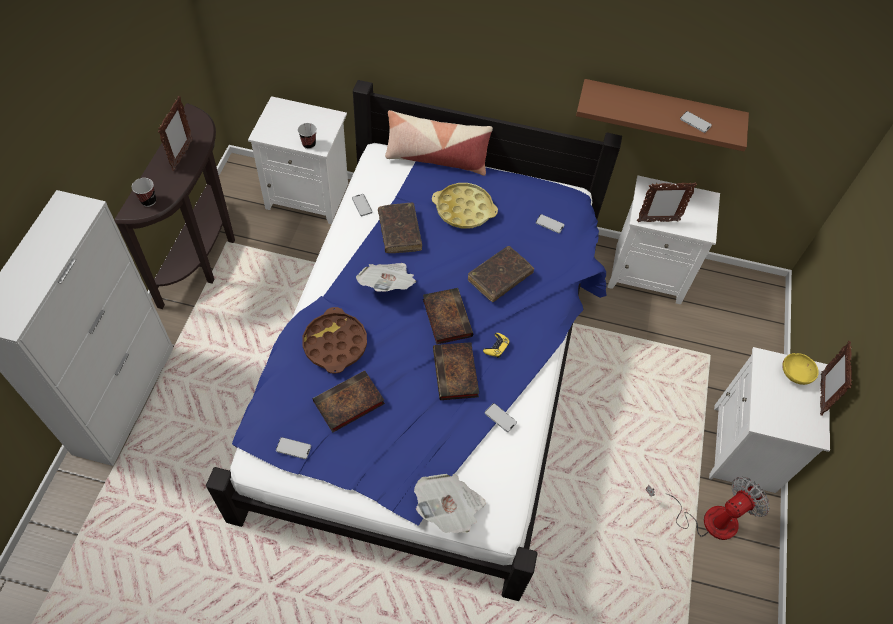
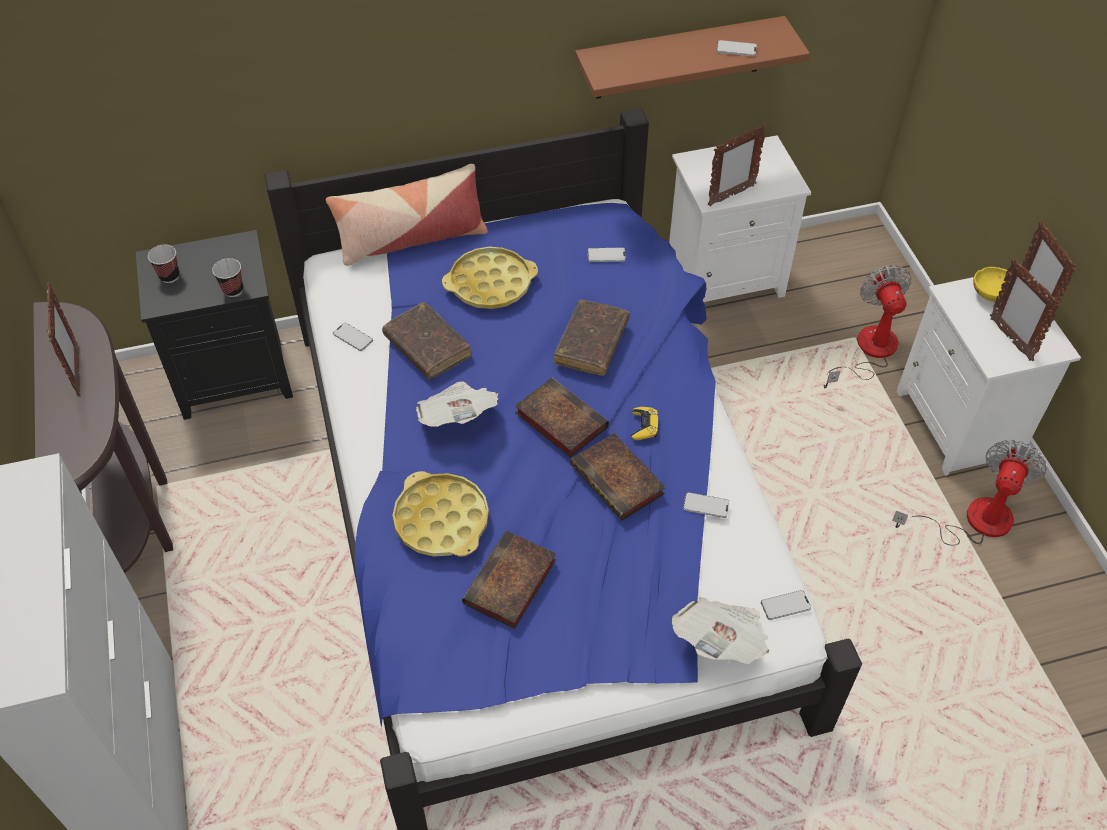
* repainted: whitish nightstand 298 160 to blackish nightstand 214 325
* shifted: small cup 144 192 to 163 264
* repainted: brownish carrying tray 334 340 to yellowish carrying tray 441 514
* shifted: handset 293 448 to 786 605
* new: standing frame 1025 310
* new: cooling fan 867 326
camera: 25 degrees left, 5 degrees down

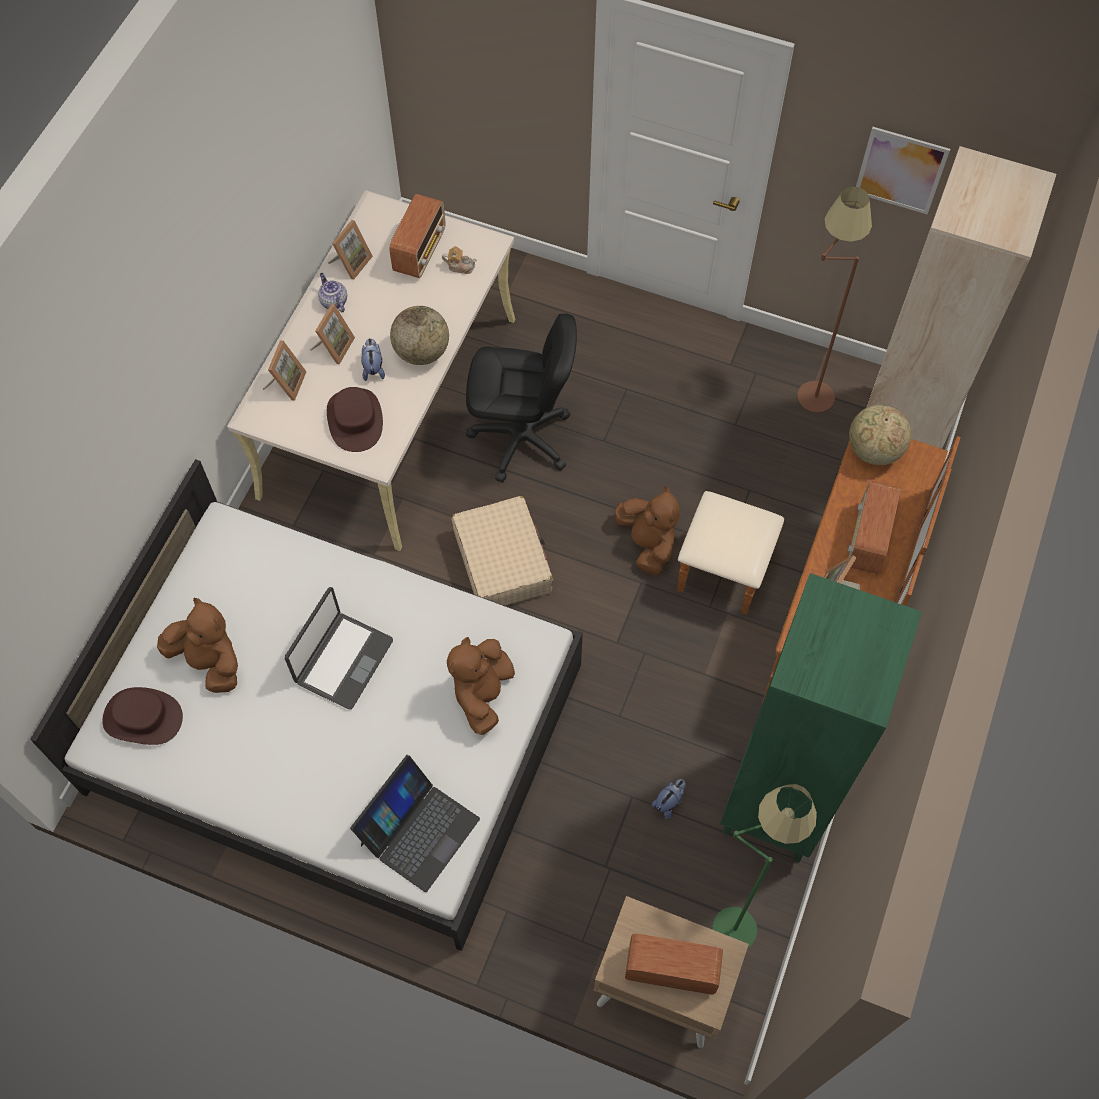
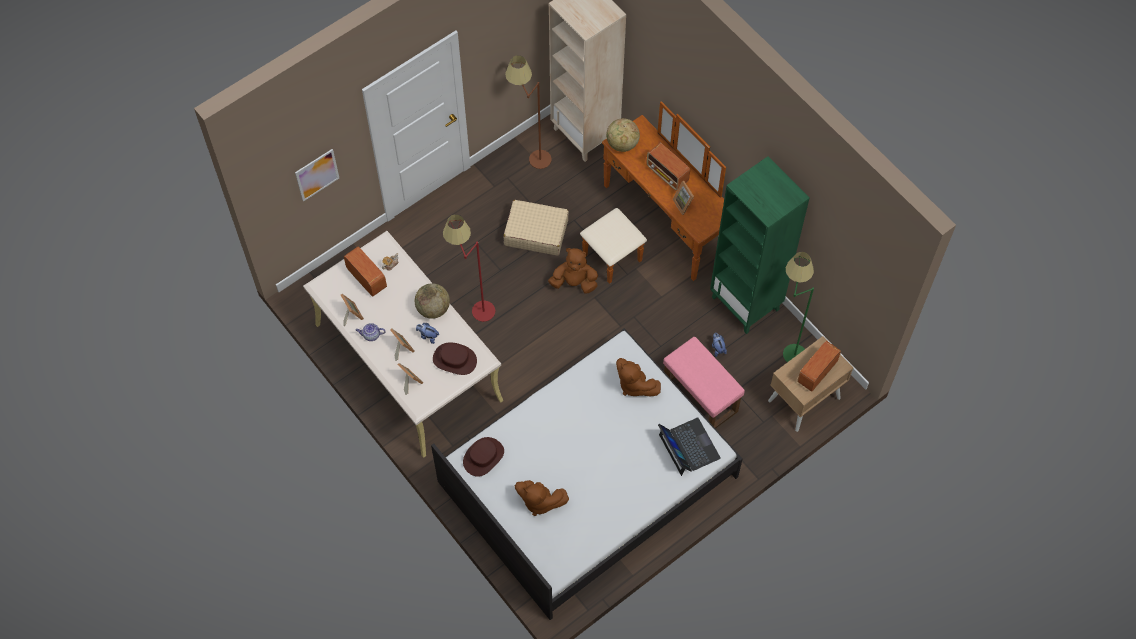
* shifted: wall art 903 170 to 317 175
* swapped: blackish office chair 521 398 to red-coloured standing lamp 469 268
* shifted: beige piece of luggage 502 551 to 536 228
* gone: notebook computer 339 648
* rotated: brownish soft toy 197 645 = 542 498 135 degrees counterclockwise
* shifted: brownish wearable hat 142 716 to 483 457
* new: pinkish pouffe 704 383
camera: 60 degrees left, 0 degrees up

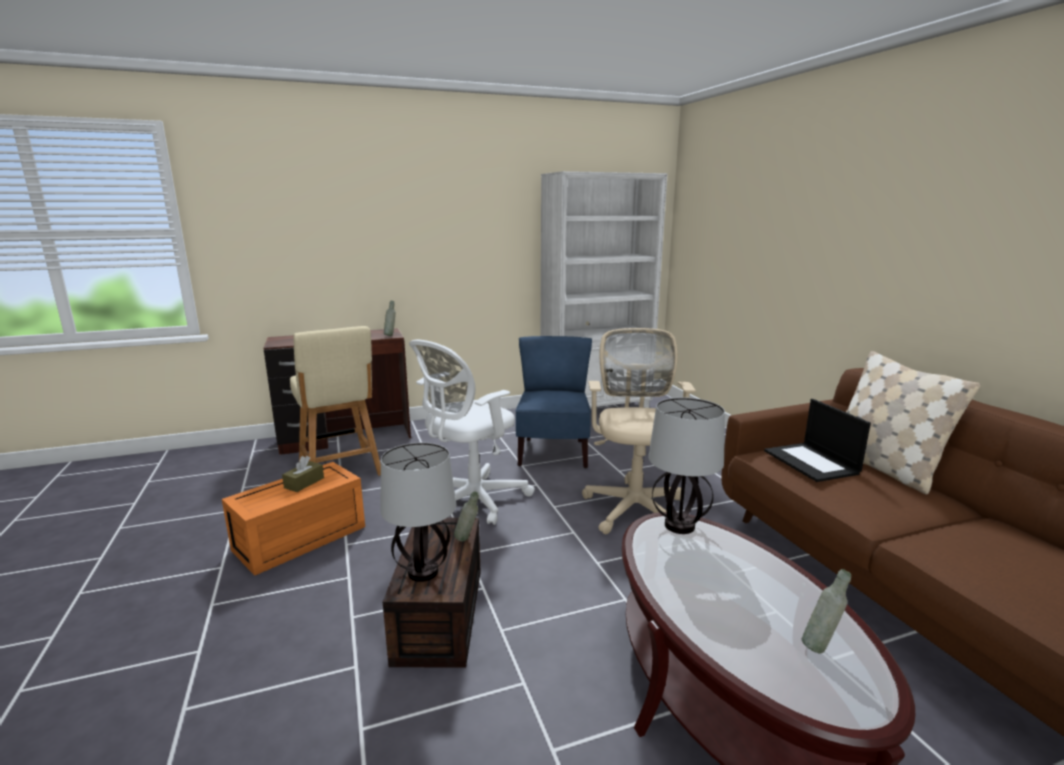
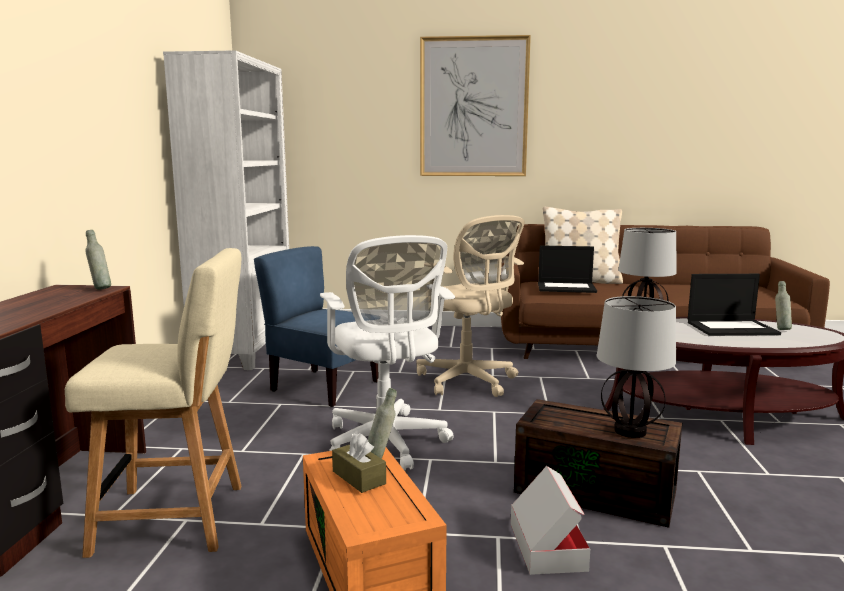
* rotated: beige office chair 639 431 = 470 306 150 degrees counterclockwise
* shifted: grey drink bottle 466 516 to 382 423
* new: wall art 475 105
* new: notebook computer 734 305
* new: carton 550 520
camera: 65 degrees left, 5 degrees down

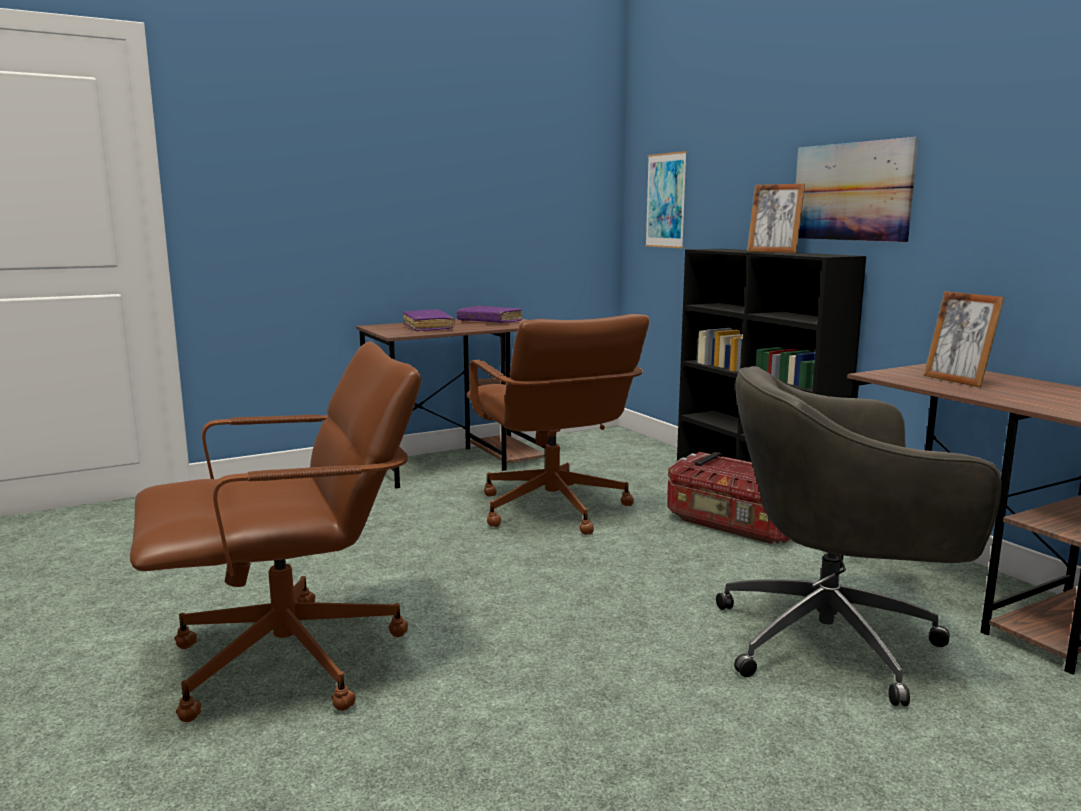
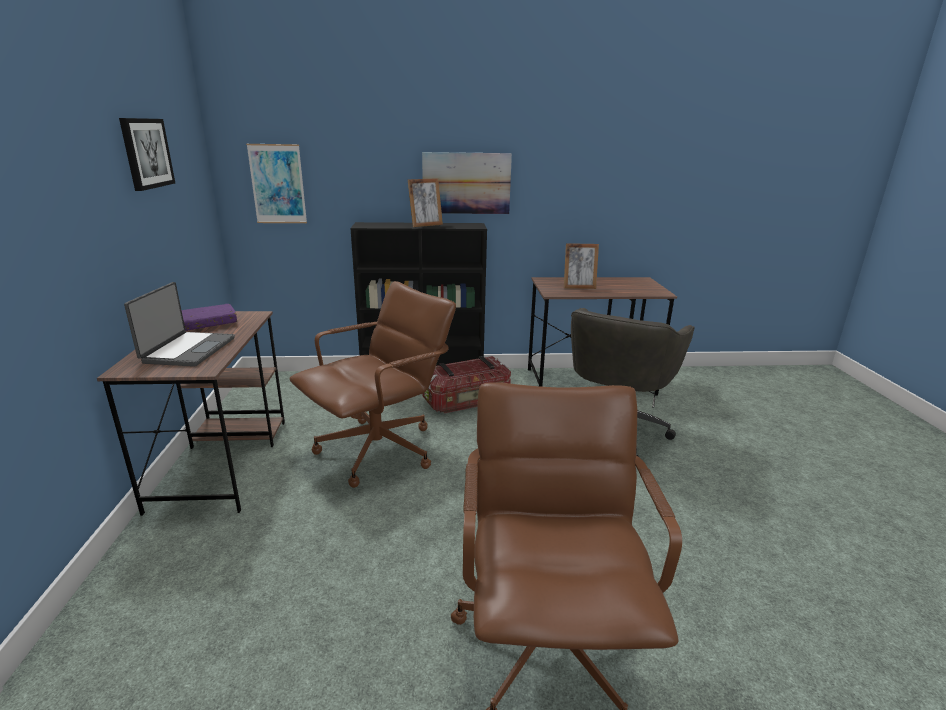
* swapped: purplish bound book 429 320 to notebook computer 179 324
* rotated: brownish office chair 558 424 = 373 384 45 degrees counterclockwise
* new: wall art 147 154
camera: 65 degrees left, 10 degrees up

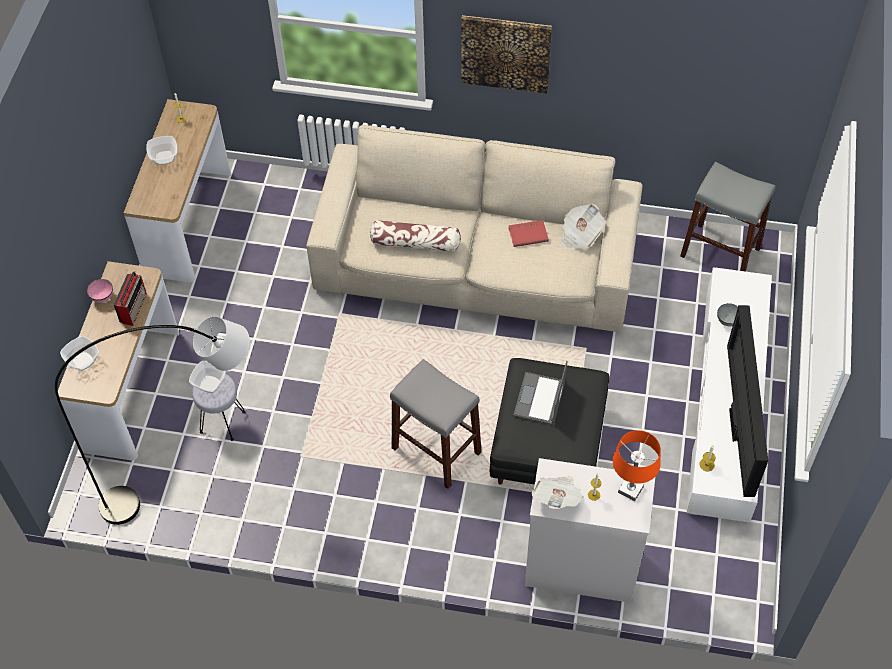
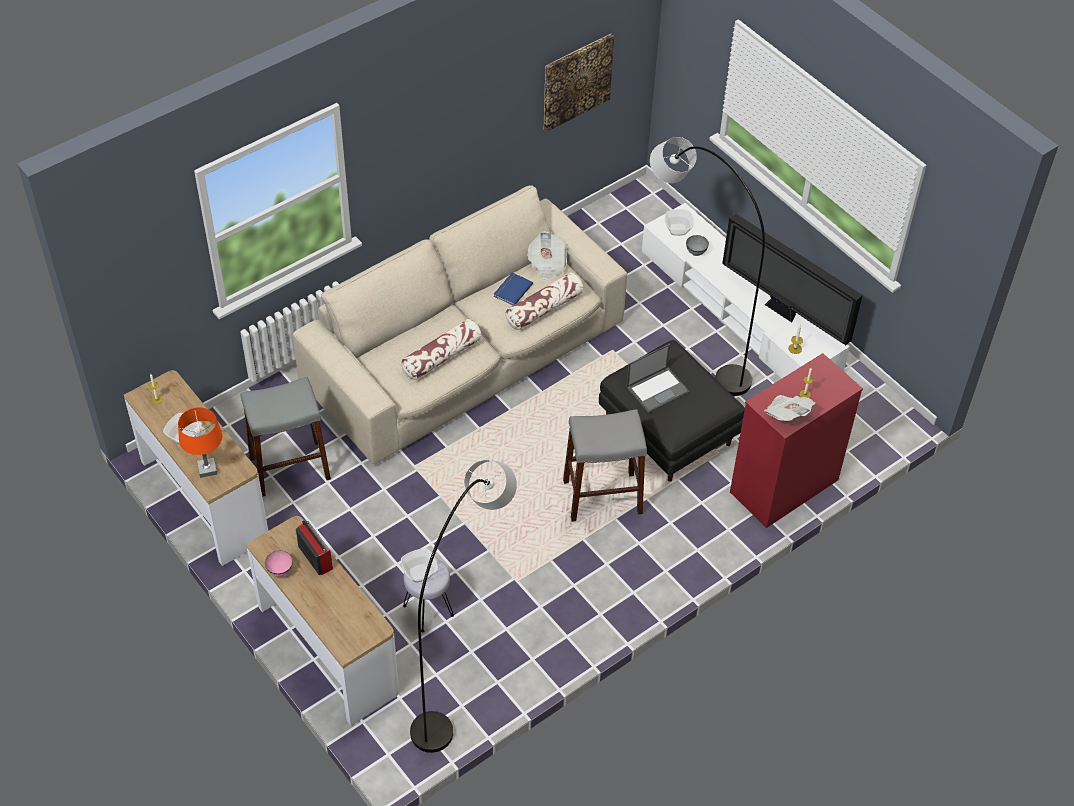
* shifted: wall art 506 54 to 579 83
* shifted: grey sitting stool 728 217 to 286 437
* repainted: red-coloured bound book 529 233 to blue-coloured bound book 513 289
* shifted: bowl 79 353 to 679 222
* rotated: notebook computer 540 393 = 657 378 90 degrees counterclockwise
* shifted: orange tabletop lamp 637 465 to 200 442
* repainted: whitish chest of drawers 590 530 to red-coloured chest of drawers 796 440
* new: grey standing lamp 707 266
* new: cushion 544 301
camera: 50 degrees left, 5 degrees down

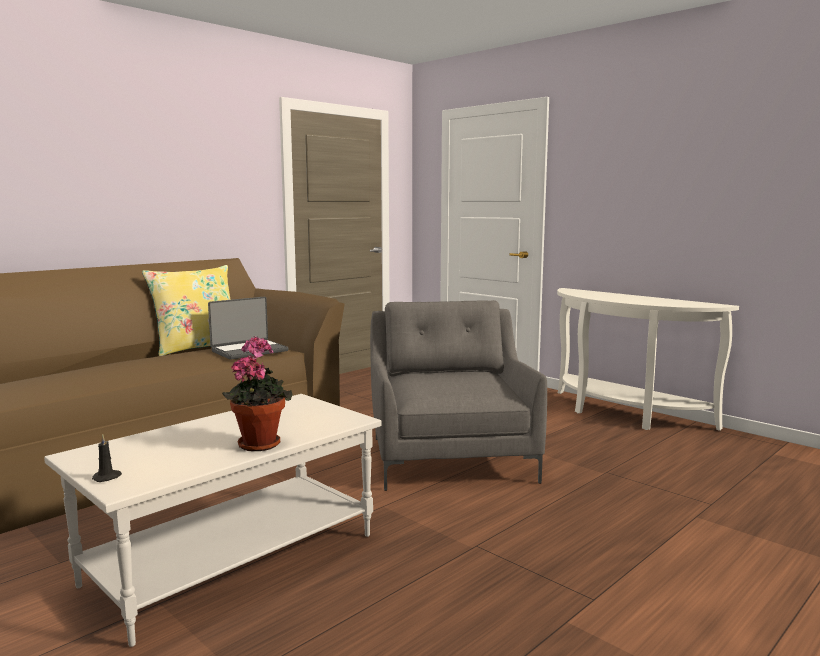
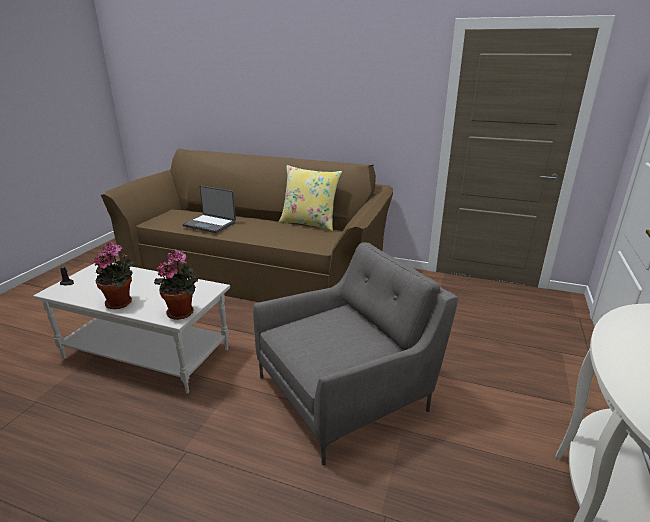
* shifted: notebook computer 248 328 to 209 209
* new: houseplant 176 285
camera: 65 degrees right, 15 degrees up

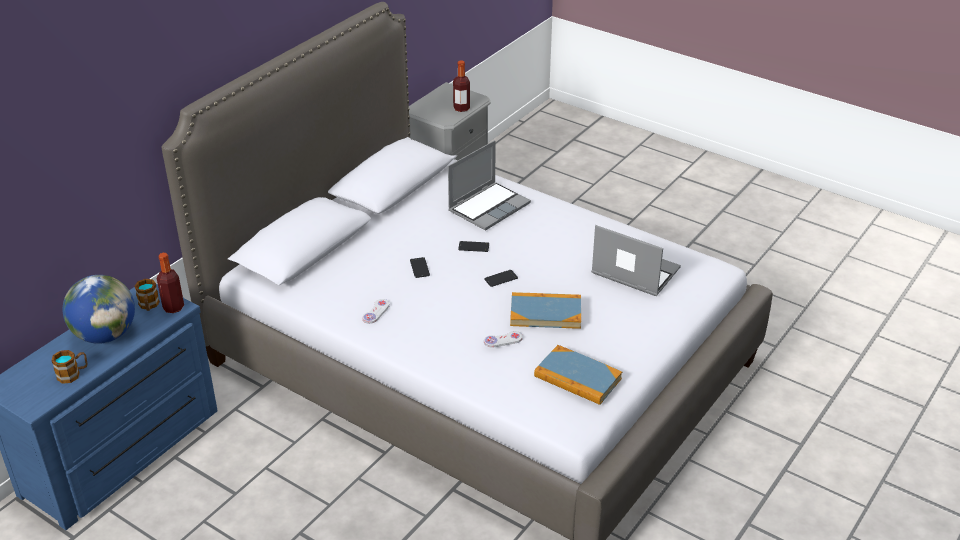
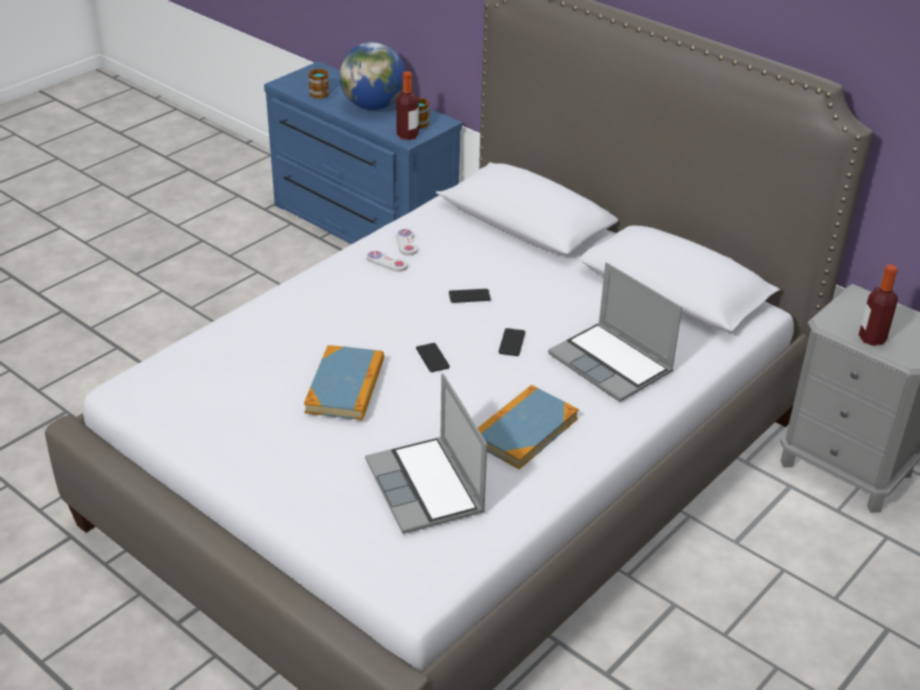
* rotated: notebook computer 636 260 = 426 453 120 degrees clockwise
* shifted: whitish gamepad 503 339 to 407 242
* shifted: bound book 578 375 to 528 427
camera: 95 degrees right, 0 degrees up

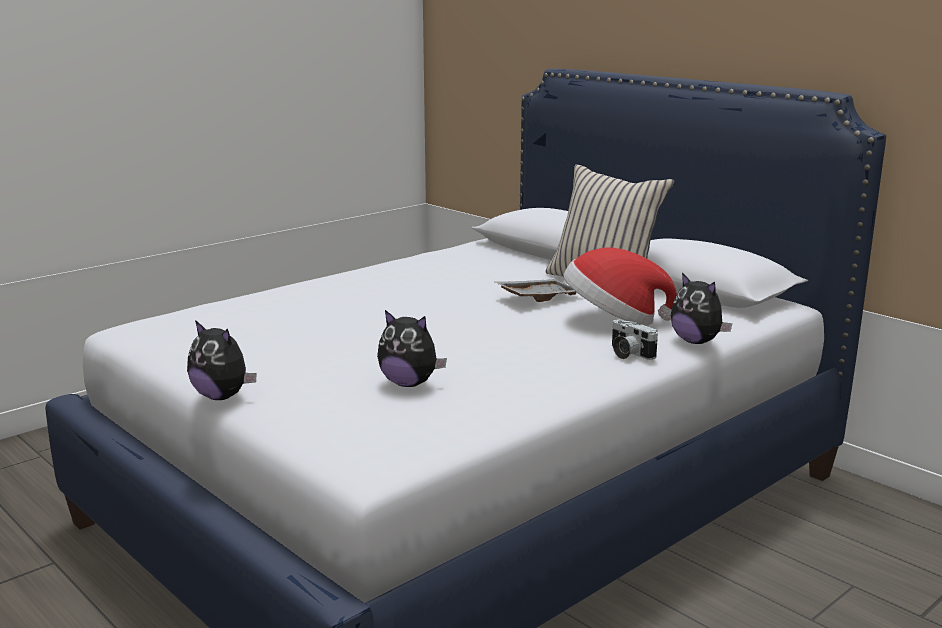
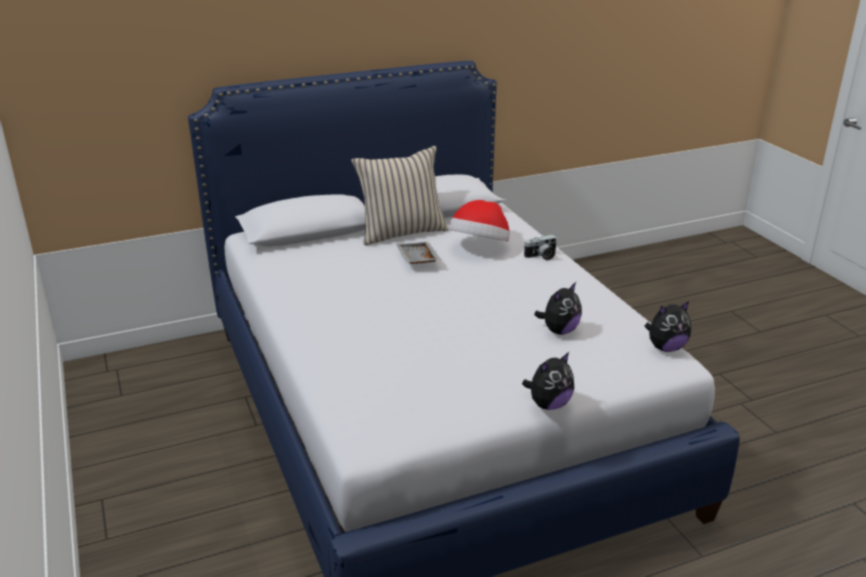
* shifted: soft toy 702 308 to 667 326
camera: 70 degrees left, 10 degrees up

